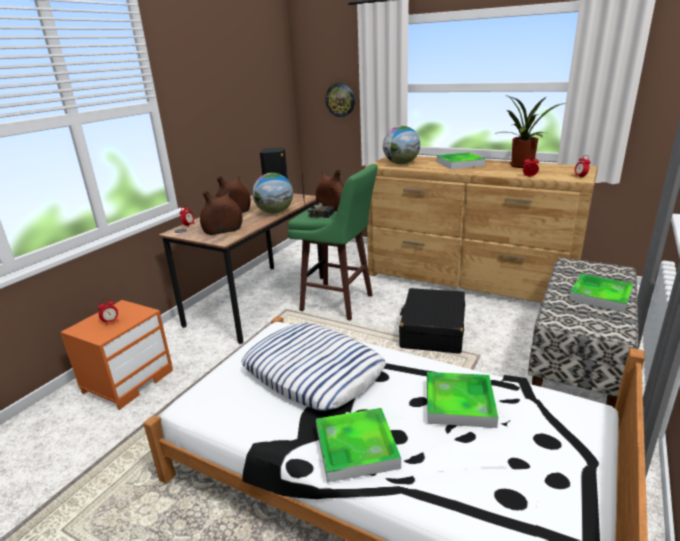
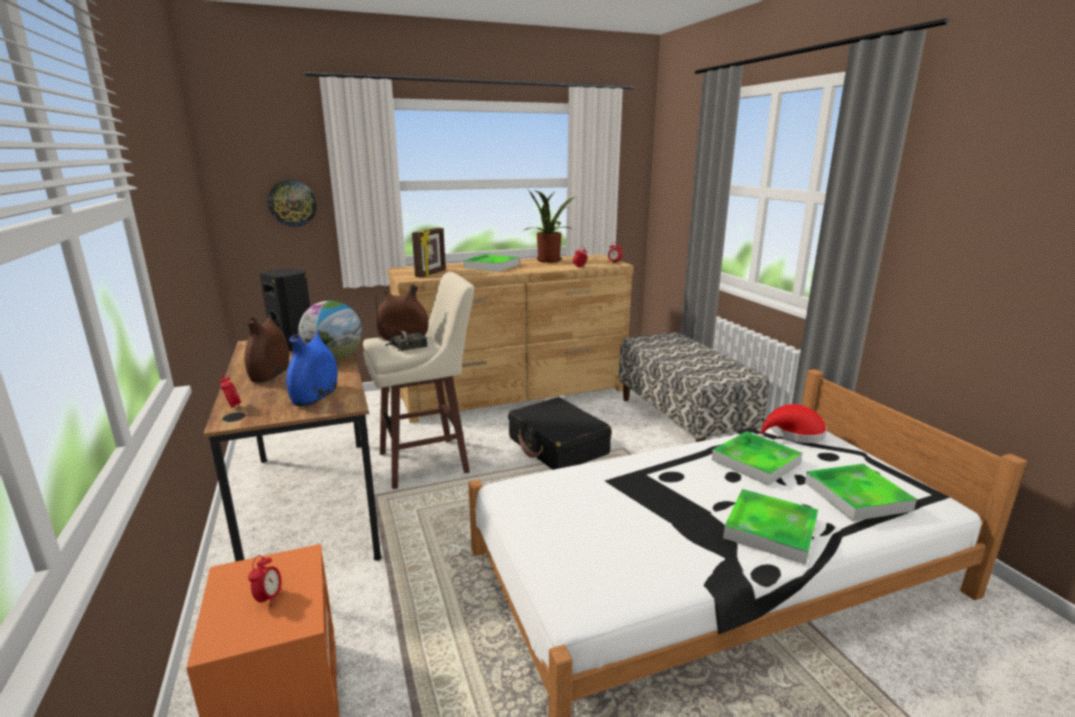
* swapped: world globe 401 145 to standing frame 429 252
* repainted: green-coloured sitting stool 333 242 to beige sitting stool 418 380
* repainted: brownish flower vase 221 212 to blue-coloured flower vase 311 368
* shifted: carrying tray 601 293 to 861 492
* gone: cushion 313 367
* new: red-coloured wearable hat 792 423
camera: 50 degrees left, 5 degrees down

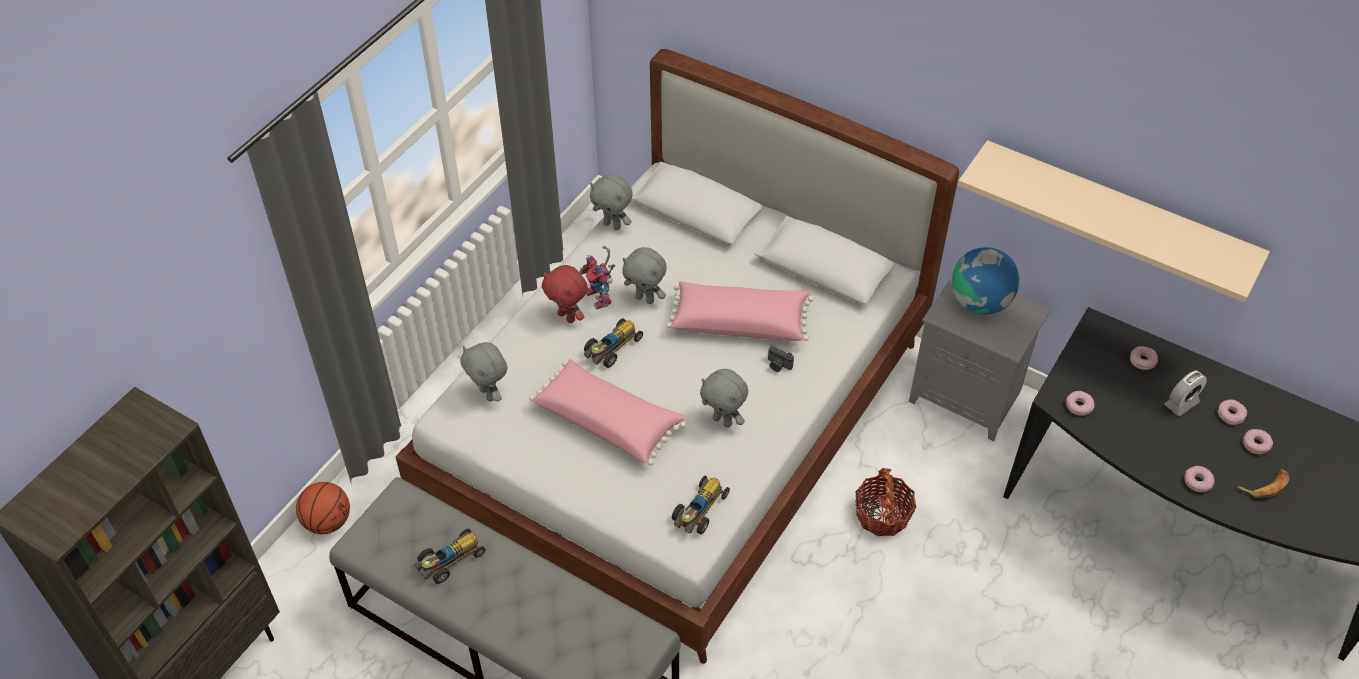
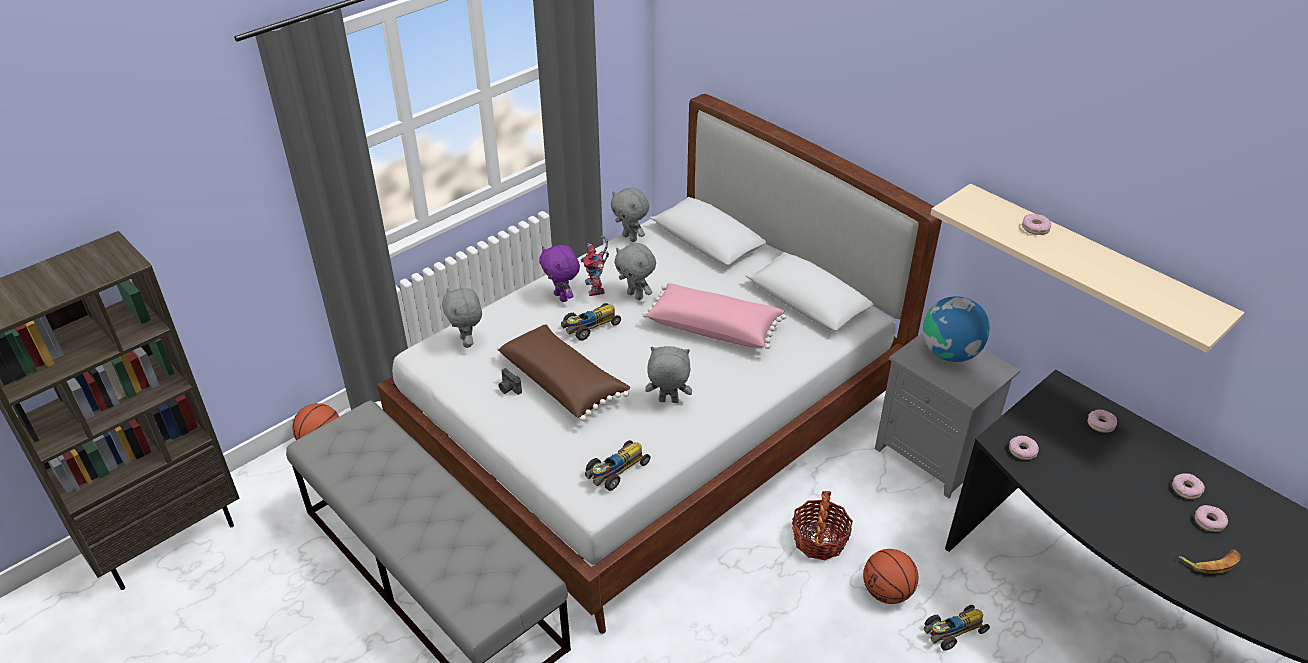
* repainted: red-coloured soft toy 565 294 to purplish soft toy 559 273
* shifted: photo camera 781 359 to 510 381
* repainted: pinkish cushion 607 412 to brownish cushion 563 372
* rotated: grey soft toy 724 398 = 668 374 135 degrees clockwise
* gone: alarm clock 1185 393
* shifted: donut 1199 479 to 1036 224
* shifted: miniature car 450 556 to 957 628
* new: ball for basketball 890 576
camera: 15 degrees right, 10 degrees down

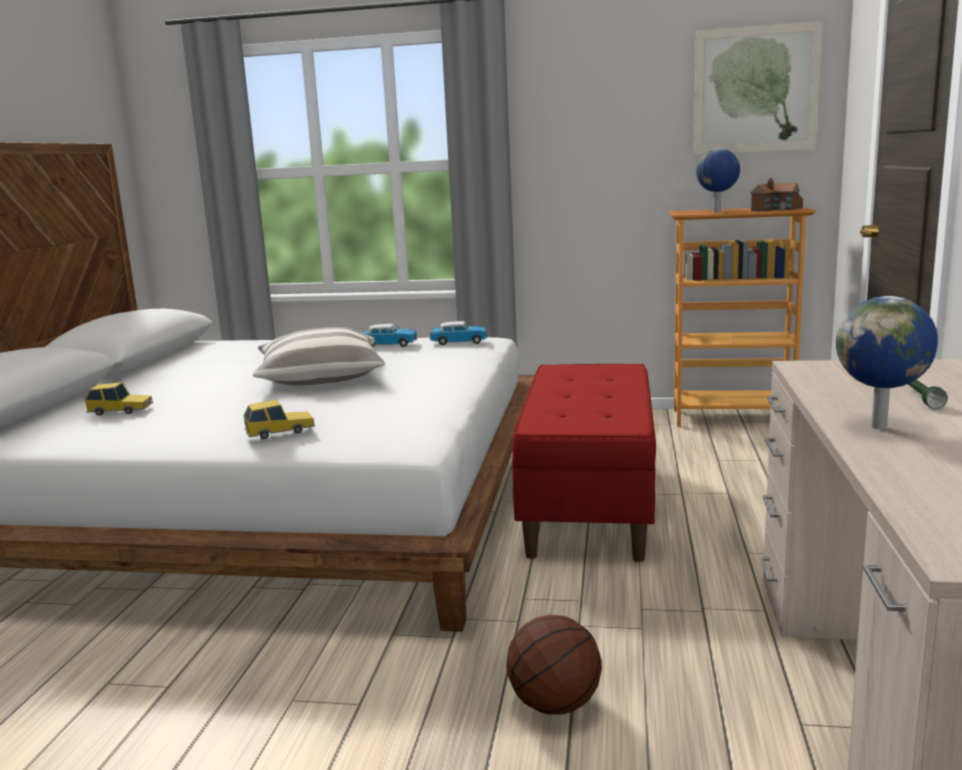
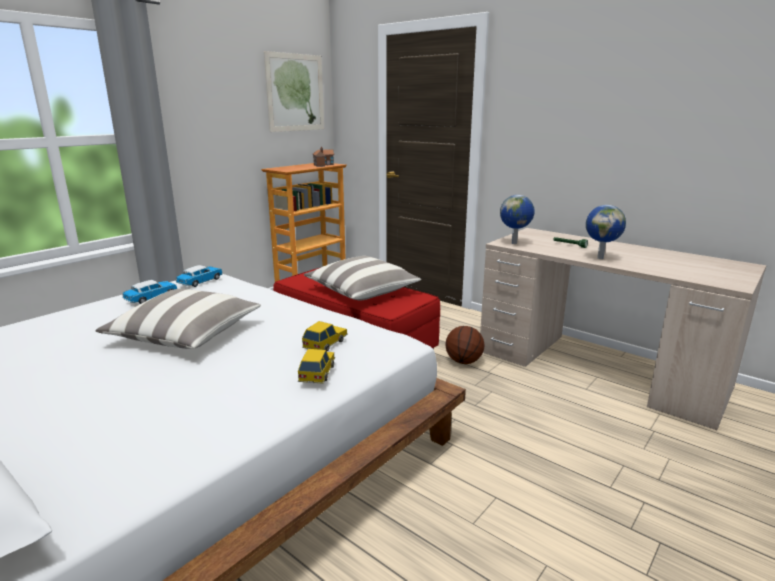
* shifted: world globe 718 180 to 517 219
* shifted: miniature car 119 399 to 325 336
* shifted: ball for basketball 554 665 to 465 345
* new: cushion 362 278
camera: 60 degrees left, 5 degrees up

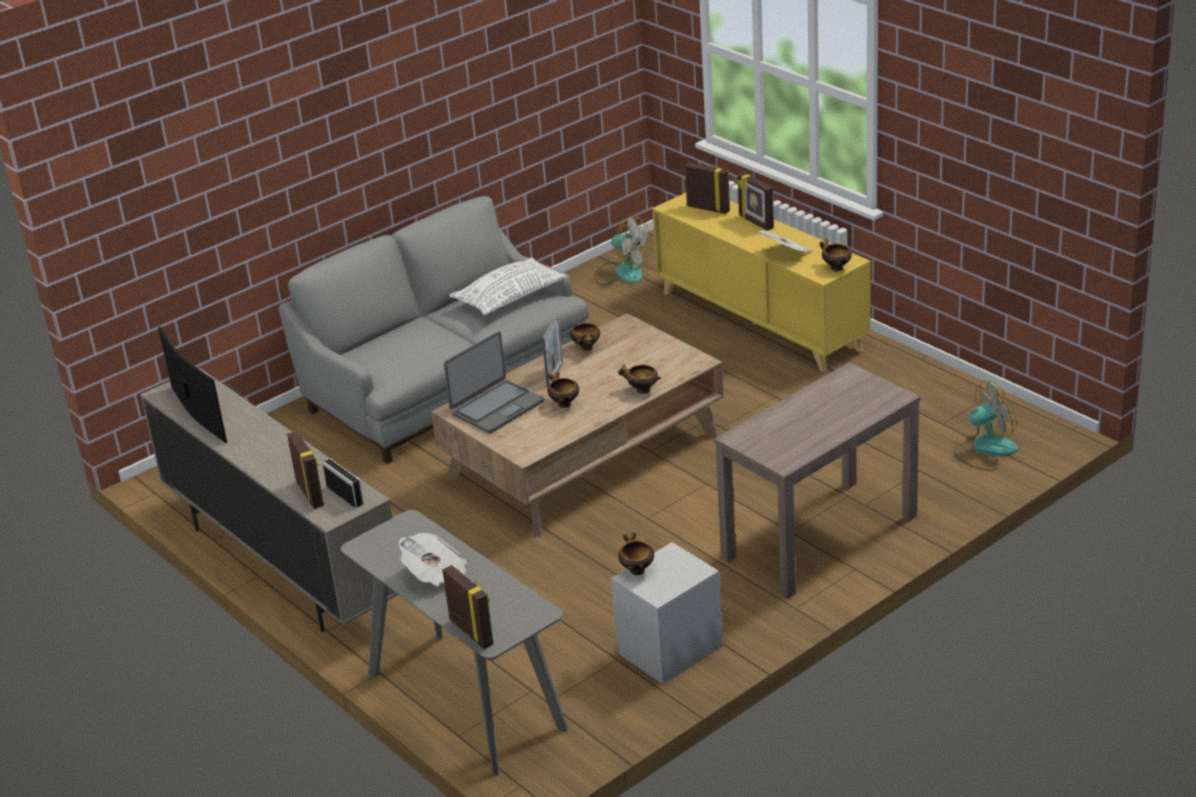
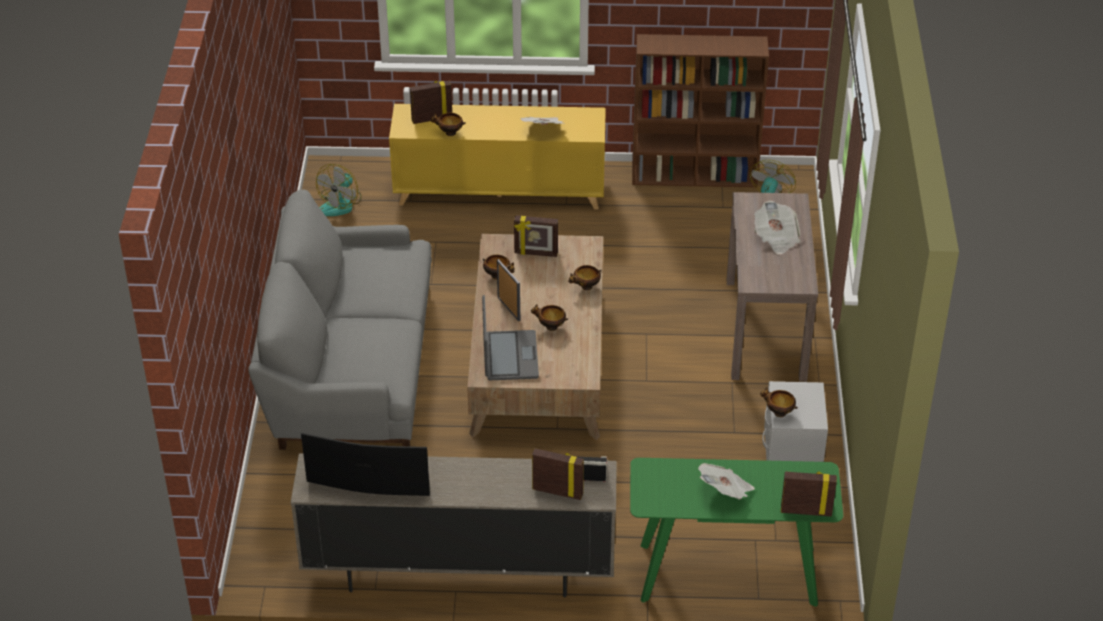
* shifted: standing frame 755 201 to 536 236
* rotated: cooling fan 622 250 = 339 190 135 degrees clockwise
* shifted: bowl 835 255 to 448 124
* gone: whitish cushion 508 286
* repainted: grey narrow table 454 643 to green-coloured narrow table 736 532
* new: brownish bookcase 700 111
* new: printed paper 777 227
camera: 50 degrees left, 10 degrees up

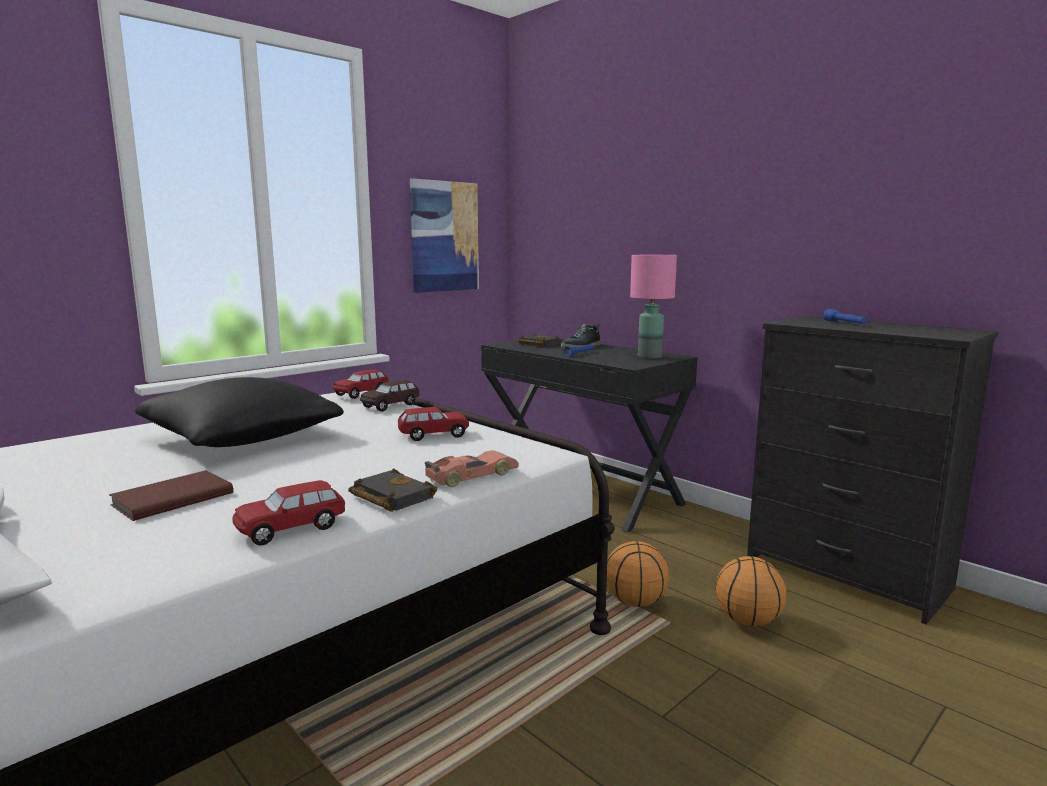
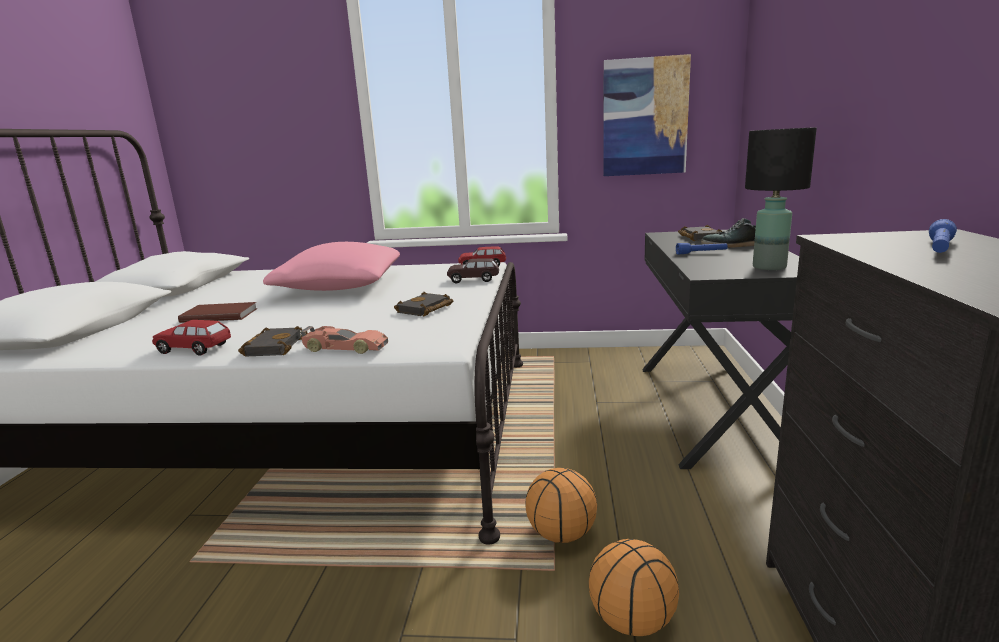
* repainted: pinkish tabletop lamp 653 307 to blackish tabletop lamp 781 198
* repainted: blackish cushion 239 412 to pinkish cushion 331 266
* swapped: red-coloured miniature car 433 424 to blackish bound book 423 304
camera: 50 degrees right, 5 degrees up

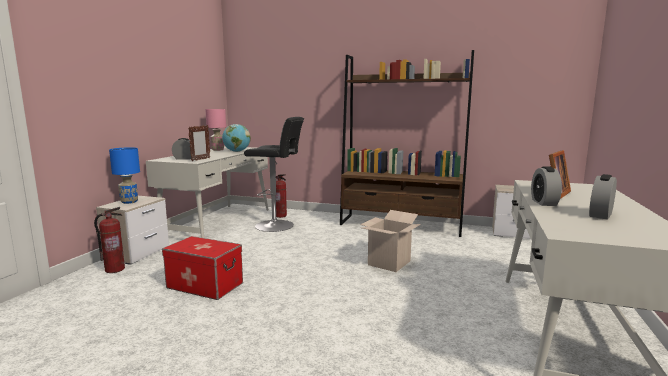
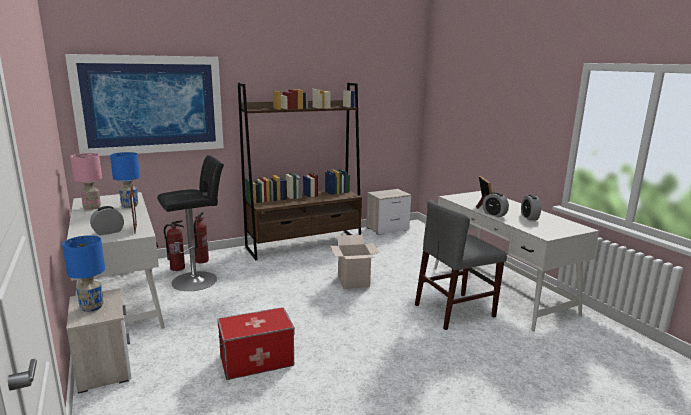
* swapped: world globe 236 138 to blue-coloured tabletop lamp 125 180
* shifted: fire-fighting cylinder 109 240 to 201 237
* new: wall art 144 105
* new: grey plain chair 461 265
camera: 45 degrees left, 5 degrees up

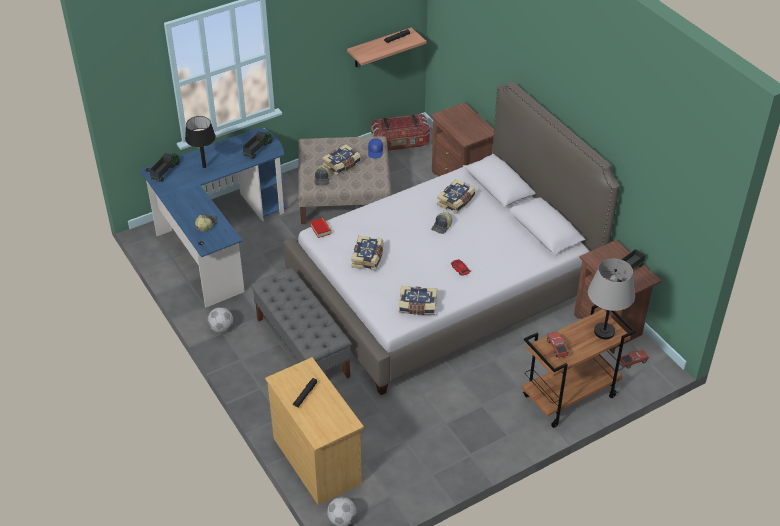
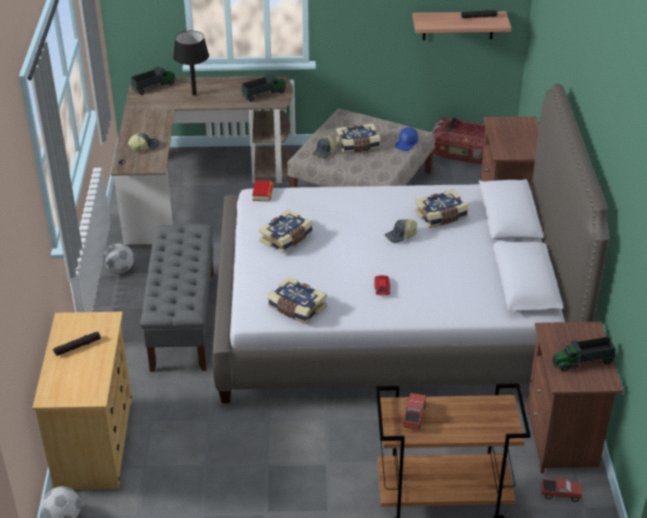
* repainted: blue-coloured desk 213 217 to brownish desk 202 160
* gone: grey tabletop lamp 611 299
camera: 30 degrees right, 5 degrees down

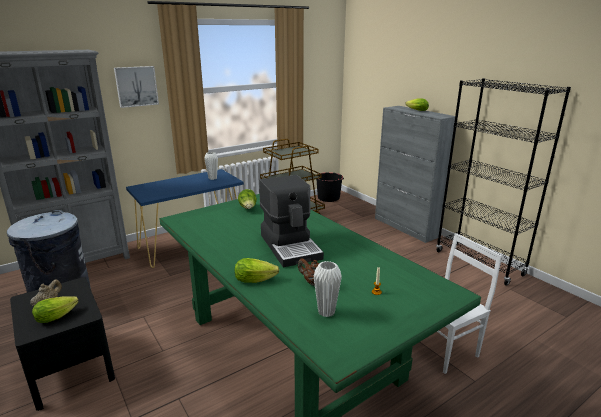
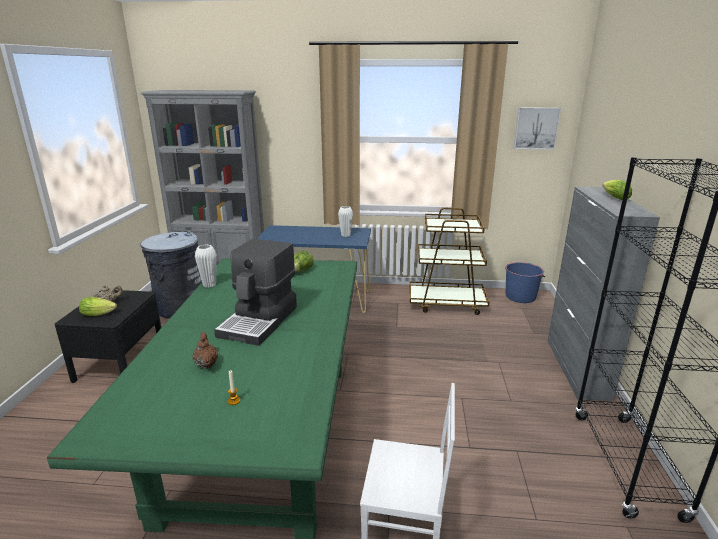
* shifted: wall art 136 87 to 537 128
* repainted: blackish bucket 330 187 to blue-coloured bucket 525 282
* gone: lettuce 257 270
* shifted: whitish flower vase 328 289 to 206 266
camera: 40 degrees right, 0 degrees up

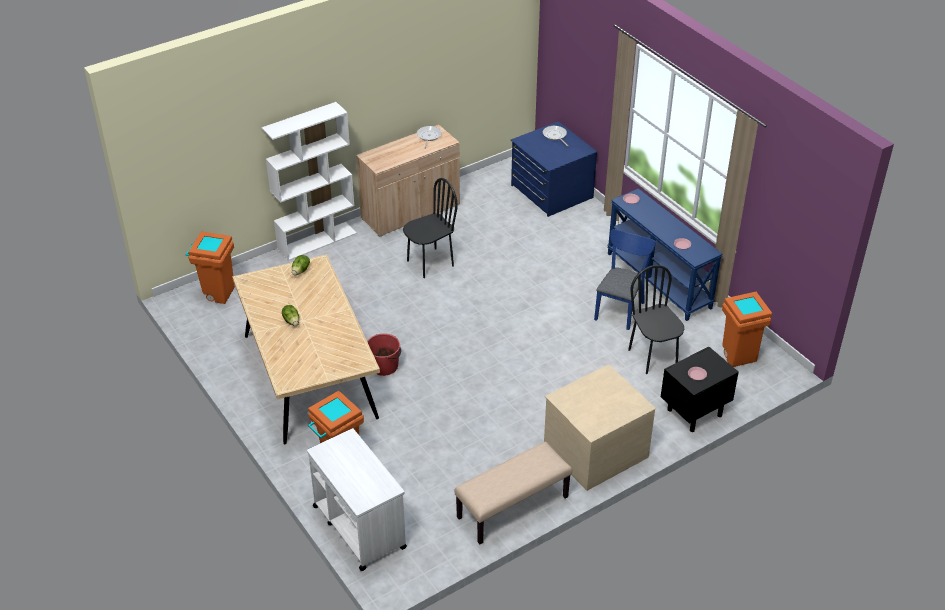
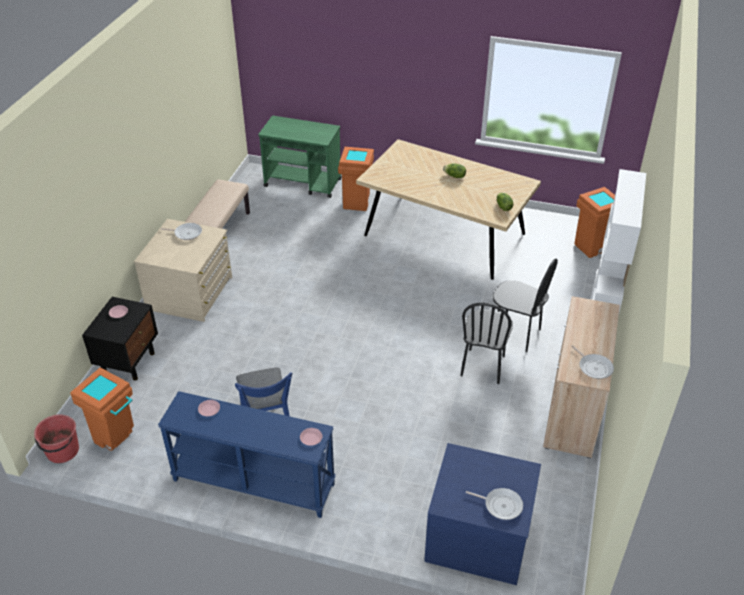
* shifted: blackish plain chair 656 319 to 525 305
* shifted: red-coloured bucket 384 354 to 56 438
* repainted: whitish trolley 357 499 to green-coloured trolley 300 157
* new: skillet 181 231
camera: 140 degrees right, 0 degrees up

